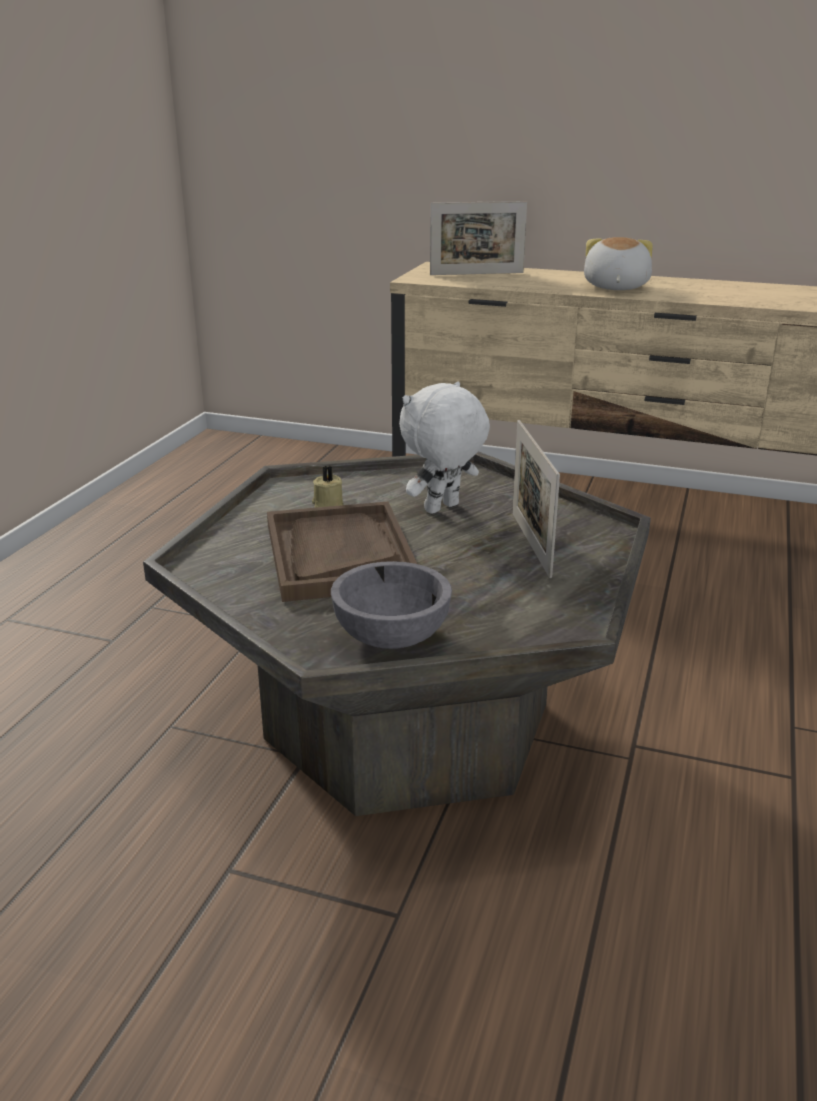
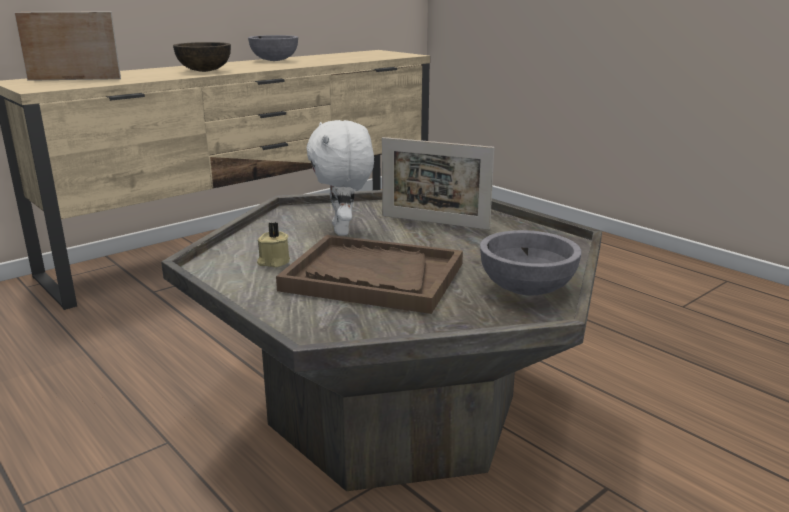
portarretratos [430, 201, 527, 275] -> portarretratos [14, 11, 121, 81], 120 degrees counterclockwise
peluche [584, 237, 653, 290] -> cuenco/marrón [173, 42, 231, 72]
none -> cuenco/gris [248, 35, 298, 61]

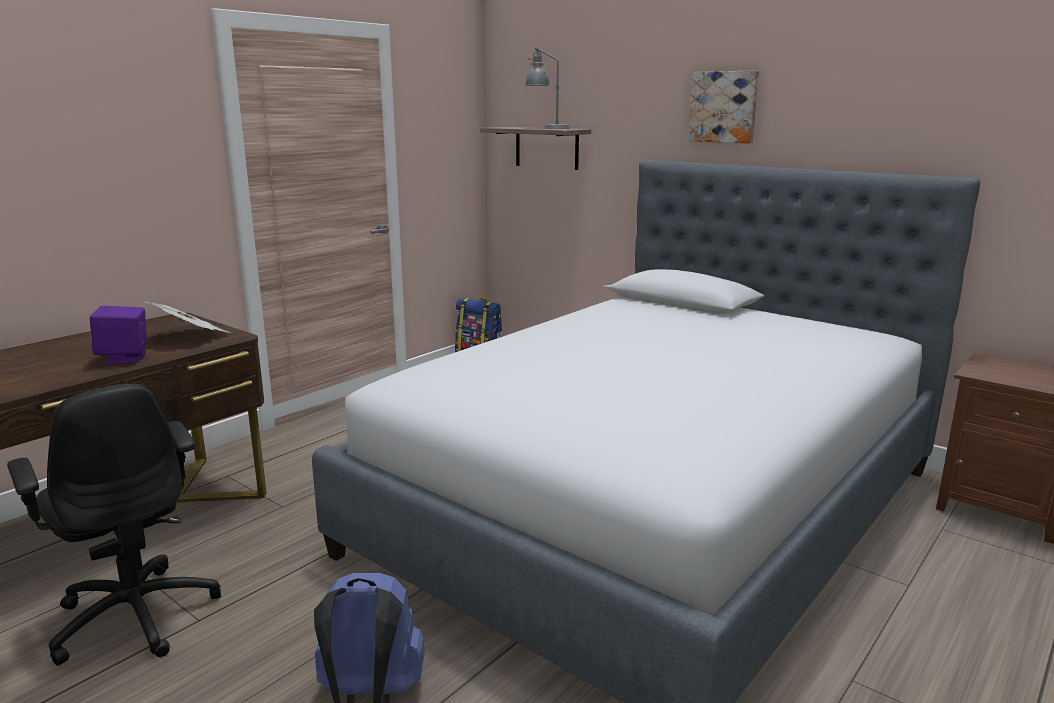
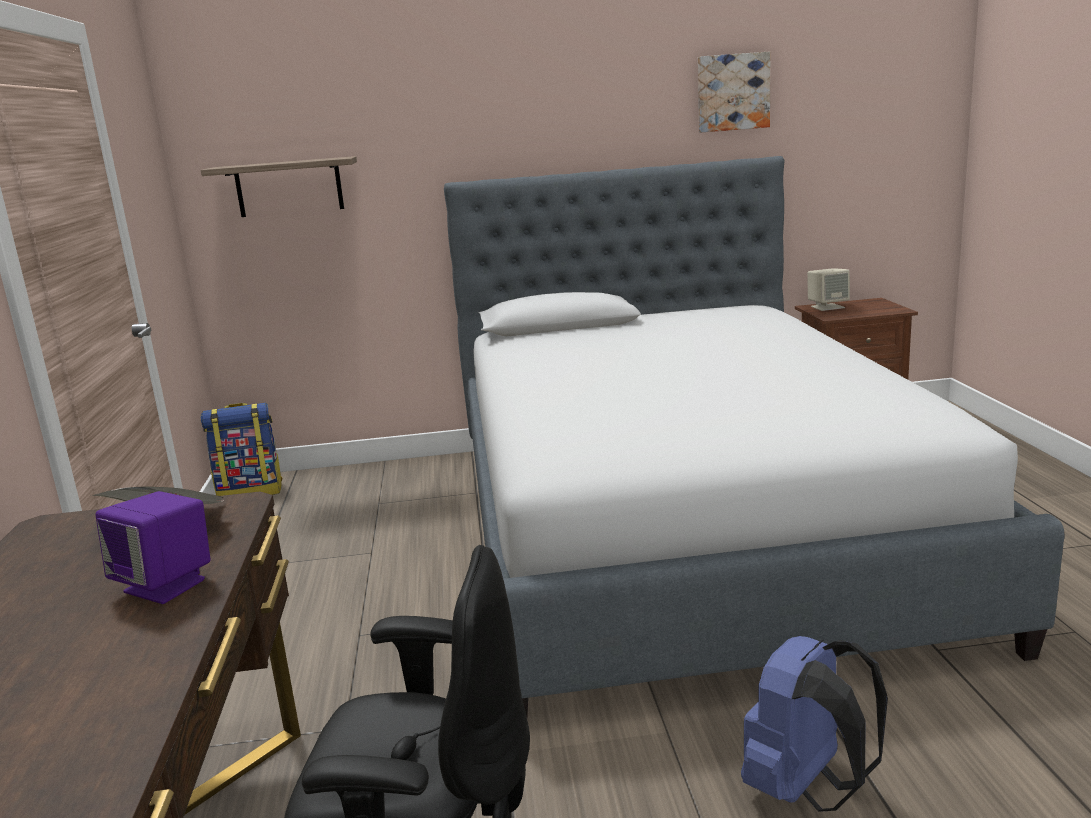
lámpara de mesa/gris [525, 47, 570, 129] -> none
cuadro [688, 70, 759, 143] -> cuadro [698, 52, 770, 132], relocated
none -> altavoz/beis [807, 268, 850, 311]

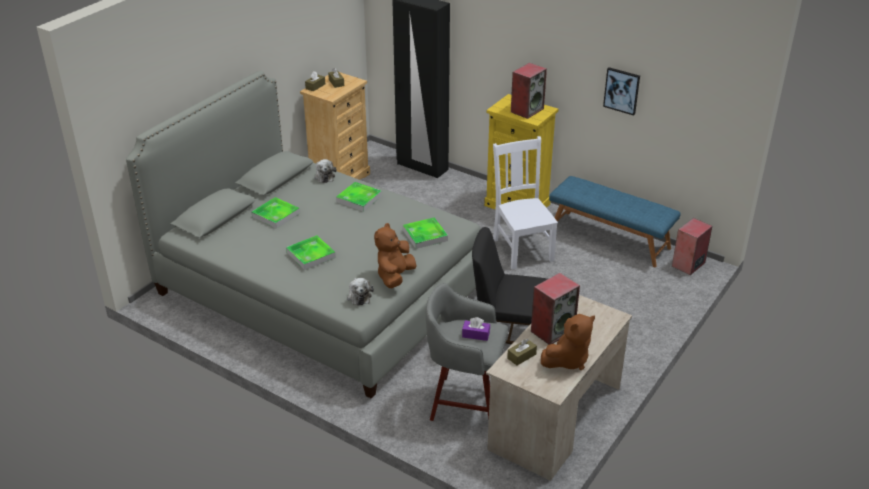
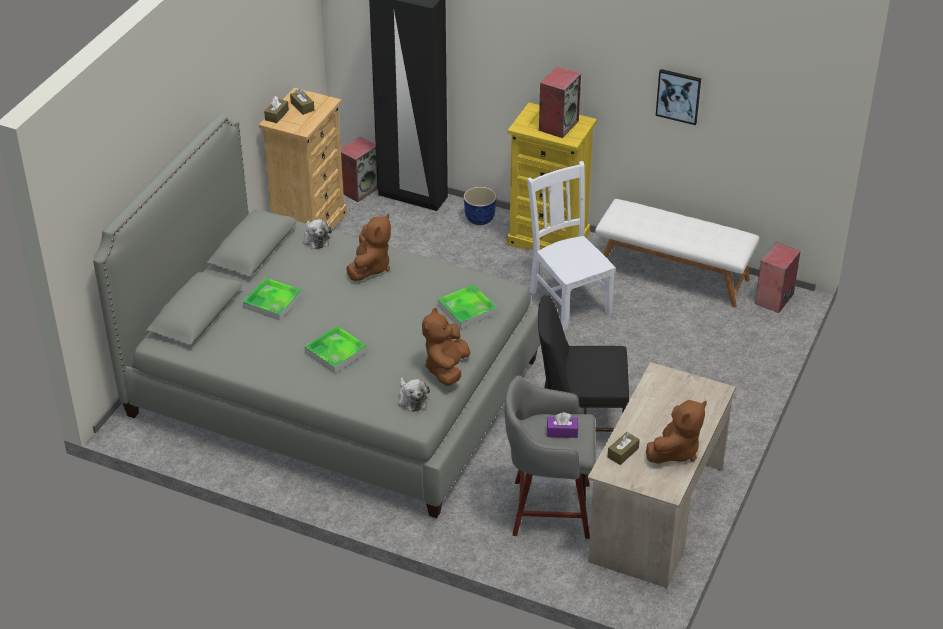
bandeja [336, 182, 382, 212] -> peluche/marrón [346, 213, 391, 281]
altavoz [531, 273, 580, 344] -> altavoz [341, 137, 378, 202], relocated
banco/azul [549, 176, 680, 267] -> banco/blanco [595, 199, 760, 307]
none -> maceta [464, 187, 497, 225]

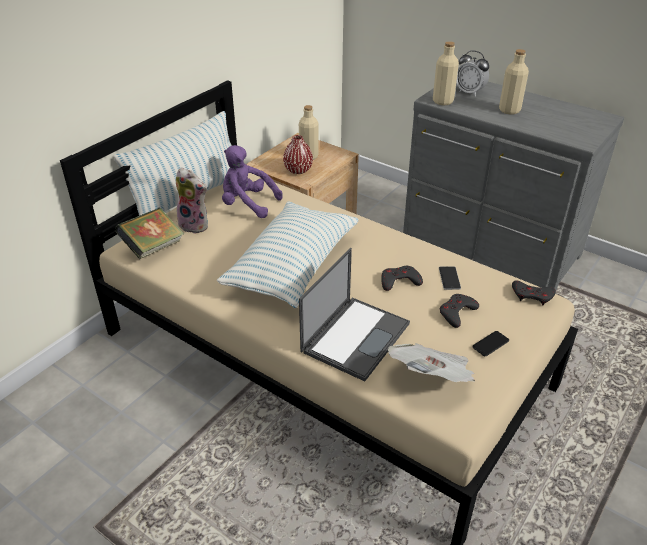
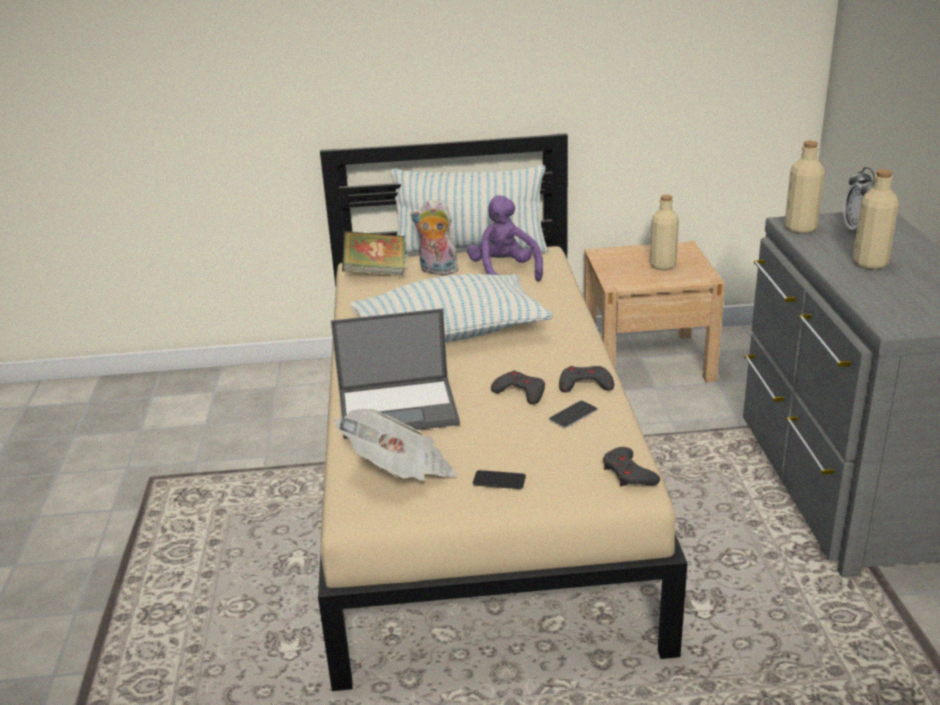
peluche [176, 167, 208, 234] -> peluche [411, 199, 458, 277], 120 degrees clockwise
florero/rojo [283, 135, 313, 174] -> none
mando de consola/gris [440, 294, 479, 328] -> mando de consola/gris [559, 366, 614, 392], relocated

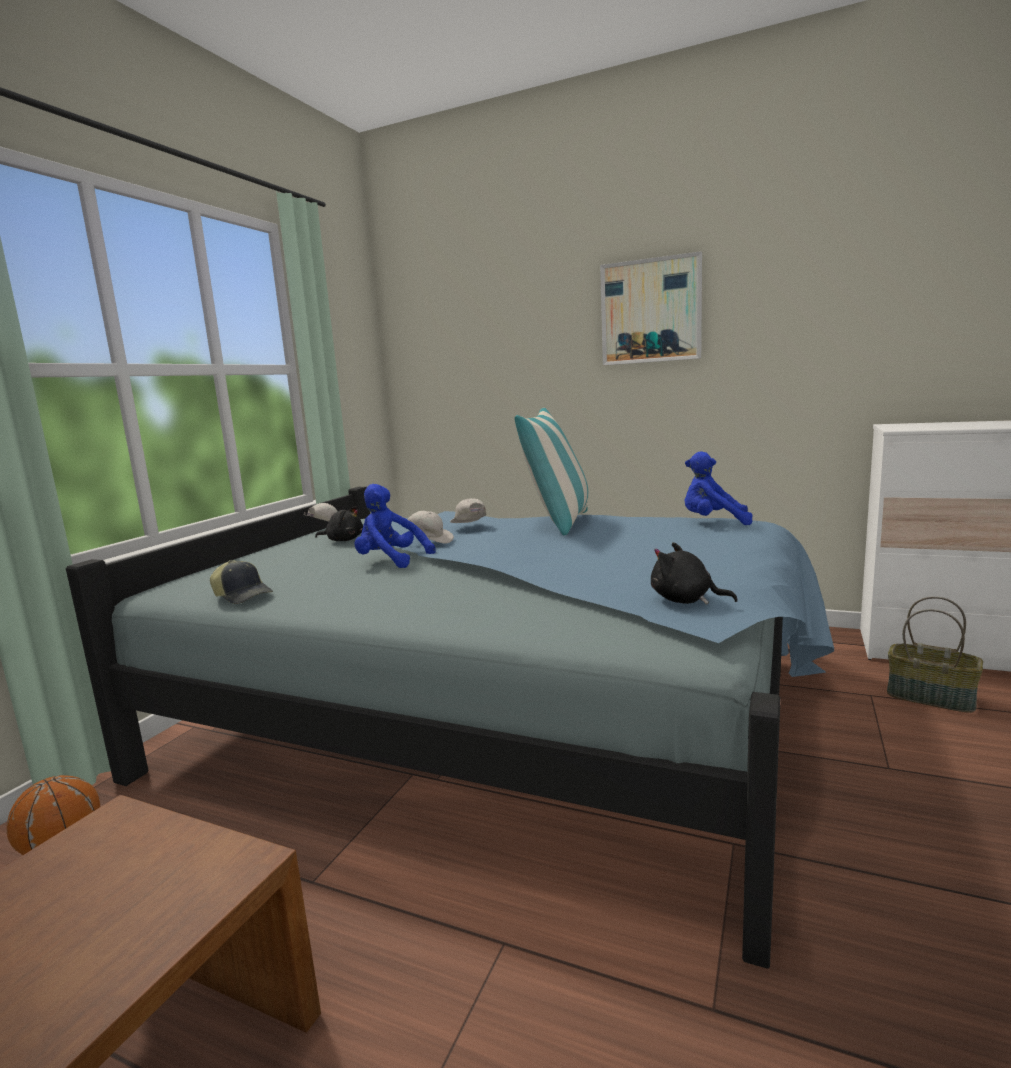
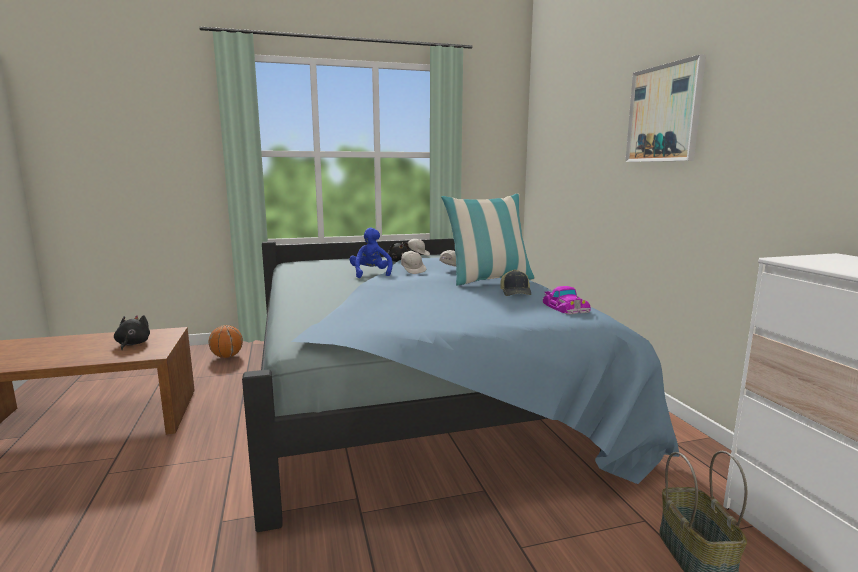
gorra [210, 560, 273, 604] -> gorra [500, 269, 531, 296], relocated
peluche/negro [651, 542, 738, 605] -> peluche/negro [114, 315, 150, 350], relocated
peluche/azul [685, 451, 753, 525] -> coche de juguete [542, 286, 591, 315]

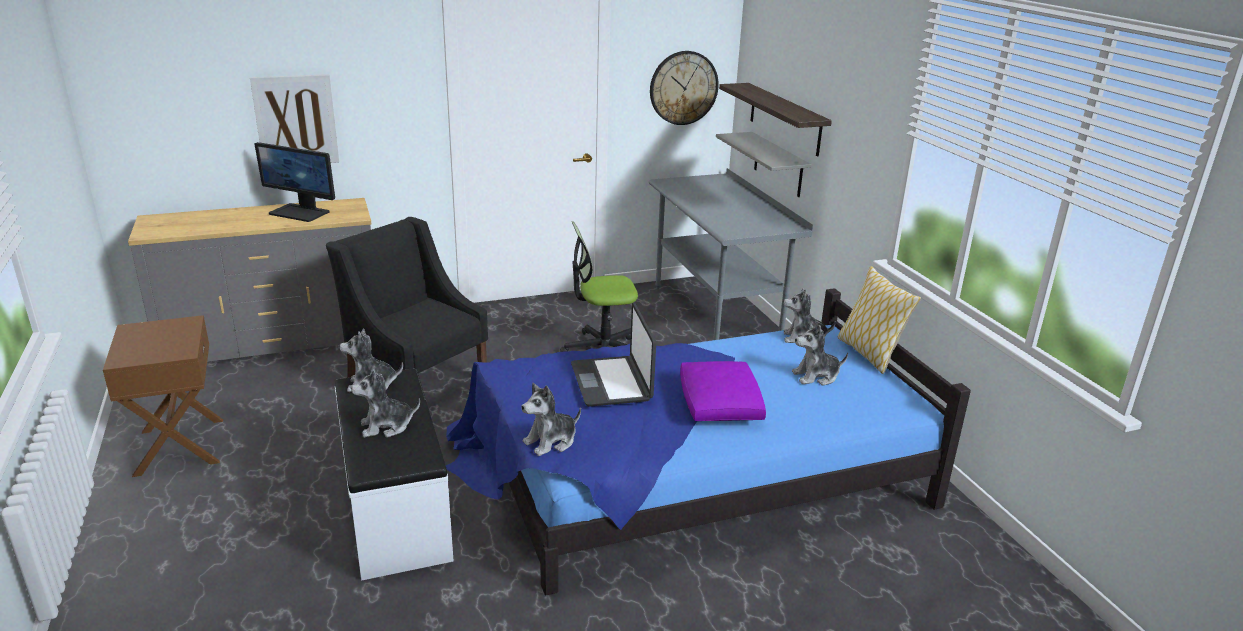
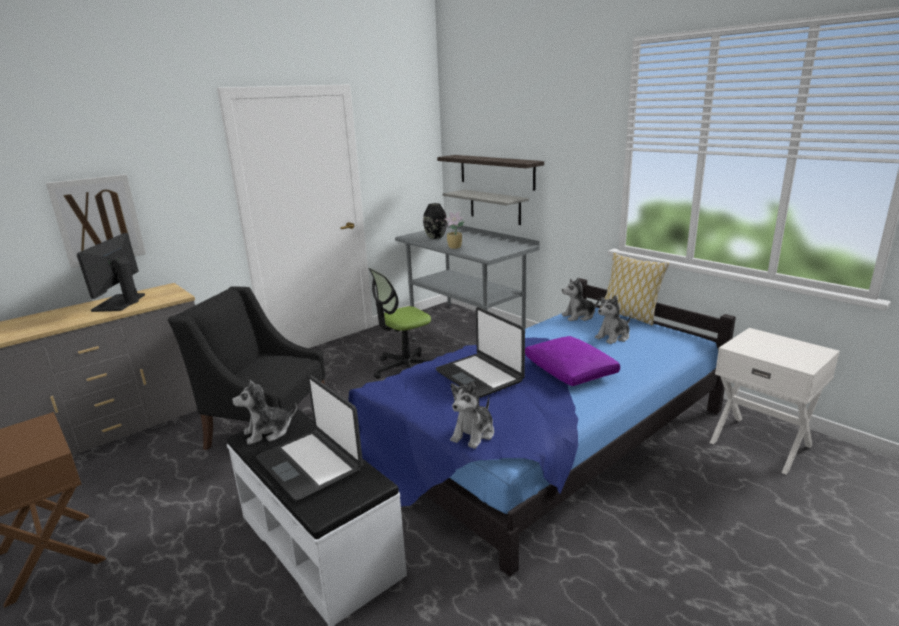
monitor [254, 142, 335, 222] -> monitor [77, 233, 145, 312], 90 degrees clockwise
peluche [351, 367, 420, 438] -> portátil [256, 375, 363, 502]
reloj de pared [650, 51, 719, 125] -> none
none -> florero/negro [423, 203, 447, 239]
none -> planta en maceta [445, 212, 464, 249]
none -> mesita de noche/blanco [710, 328, 840, 475]

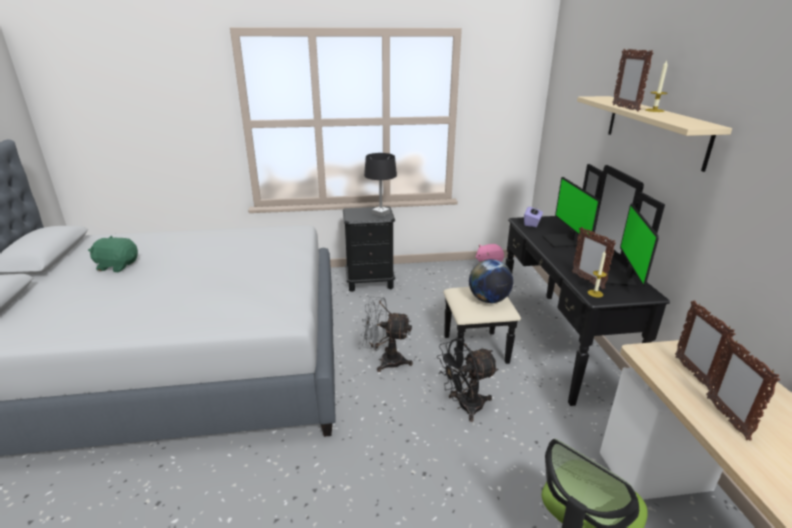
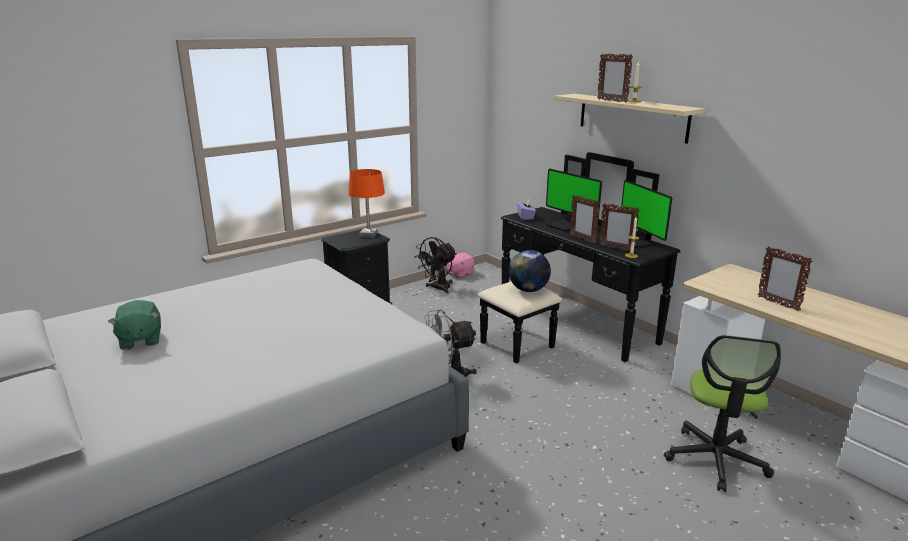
peluche/verde [88, 236, 138, 272] -> peluche/verde [108, 300, 161, 350], 90 degrees counterclockwise
lámpara de mesa/negro [364, 153, 397, 217] -> lámpara de mesa/naranja [349, 169, 385, 238]
ventilador/negro [437, 338, 499, 422] -> ventilador/negro [414, 237, 457, 293], relocated
portarretratos [675, 301, 735, 390] -> portarretratos [570, 195, 600, 244], relocated

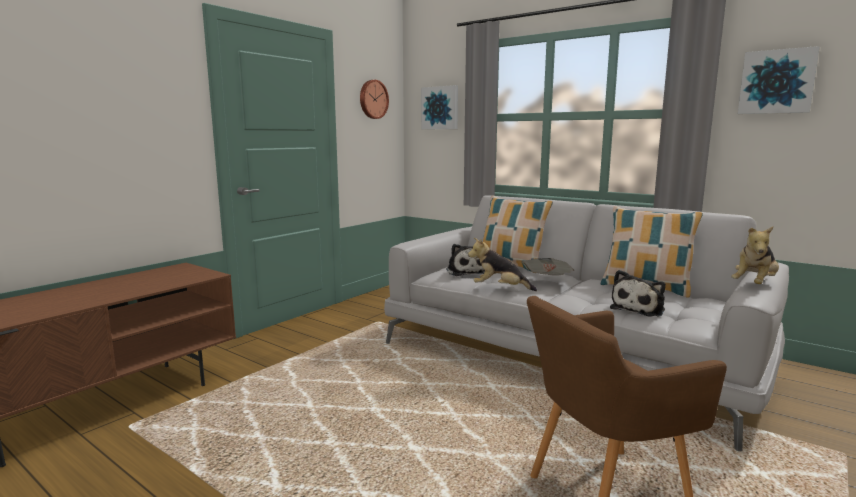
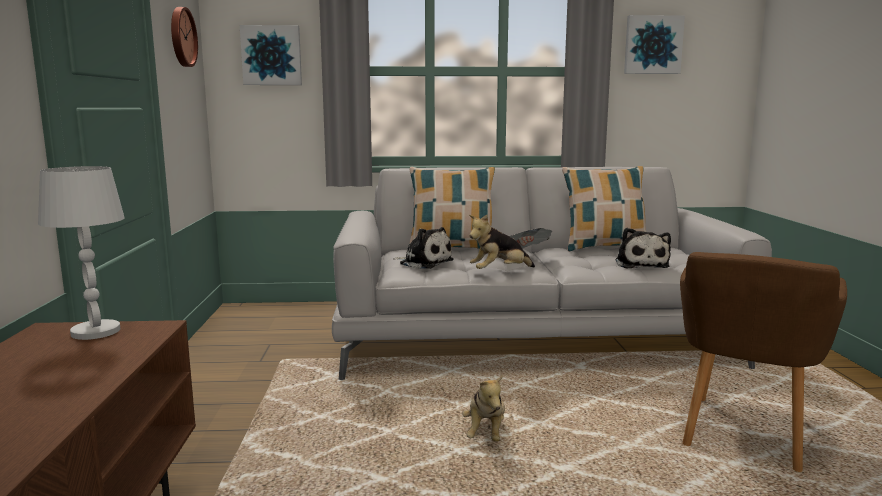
peluche [731, 227, 779, 284] -> peluche [462, 374, 505, 442], relocated
none -> lámpara de mesa/blanco [38, 166, 125, 340]

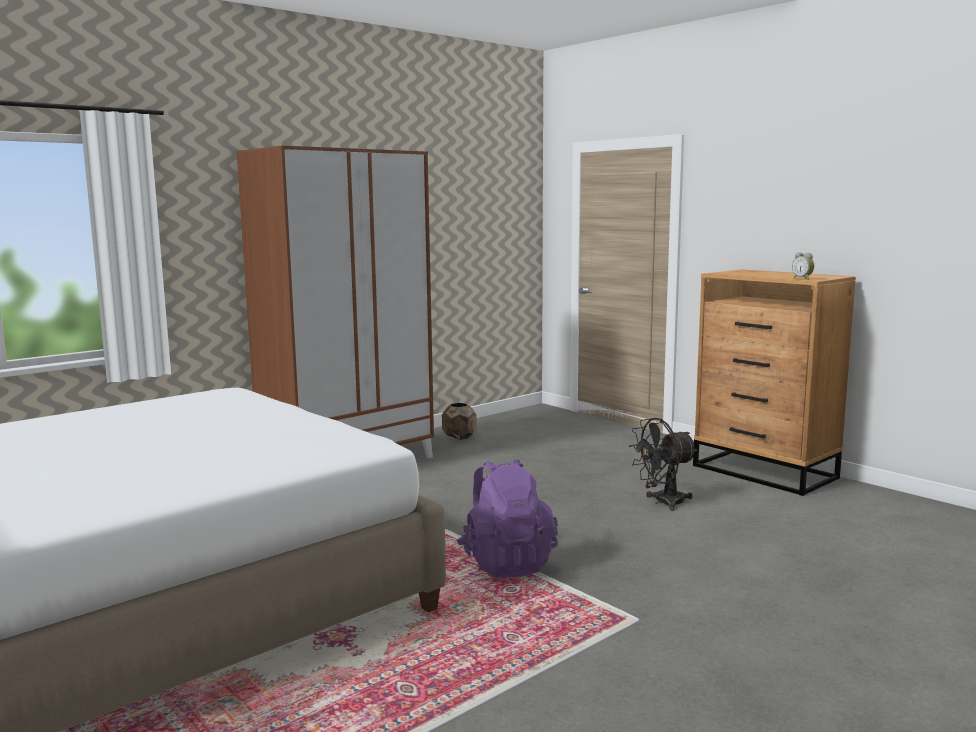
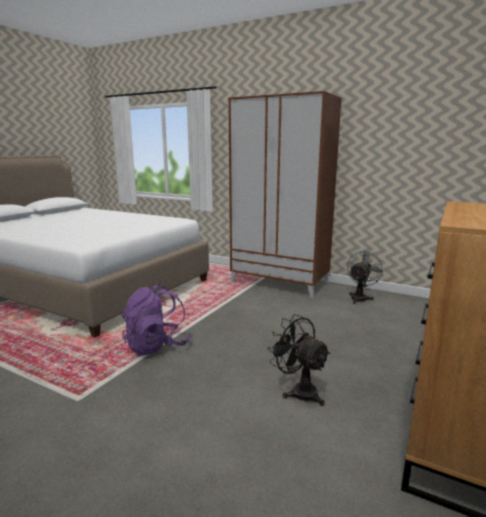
maceta/marrón [442, 403, 476, 440] -> ventilador/gris [347, 250, 384, 304]
despertador [792, 252, 814, 280] -> none

